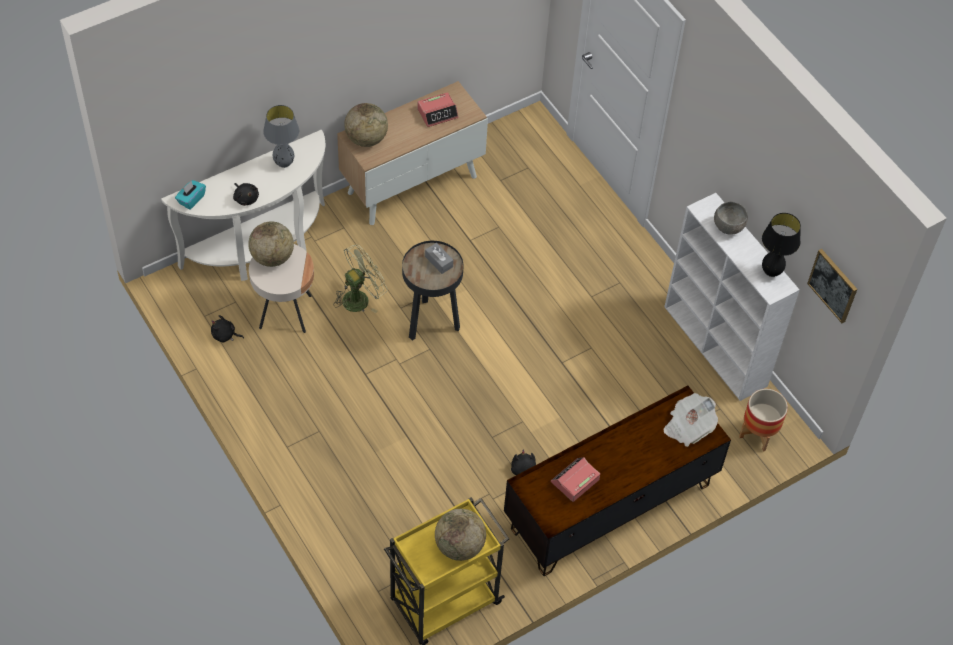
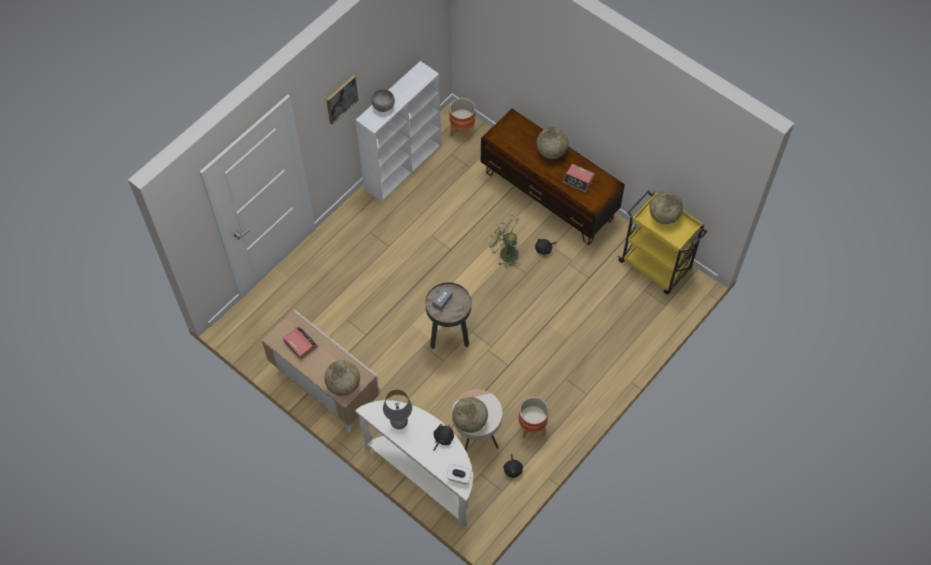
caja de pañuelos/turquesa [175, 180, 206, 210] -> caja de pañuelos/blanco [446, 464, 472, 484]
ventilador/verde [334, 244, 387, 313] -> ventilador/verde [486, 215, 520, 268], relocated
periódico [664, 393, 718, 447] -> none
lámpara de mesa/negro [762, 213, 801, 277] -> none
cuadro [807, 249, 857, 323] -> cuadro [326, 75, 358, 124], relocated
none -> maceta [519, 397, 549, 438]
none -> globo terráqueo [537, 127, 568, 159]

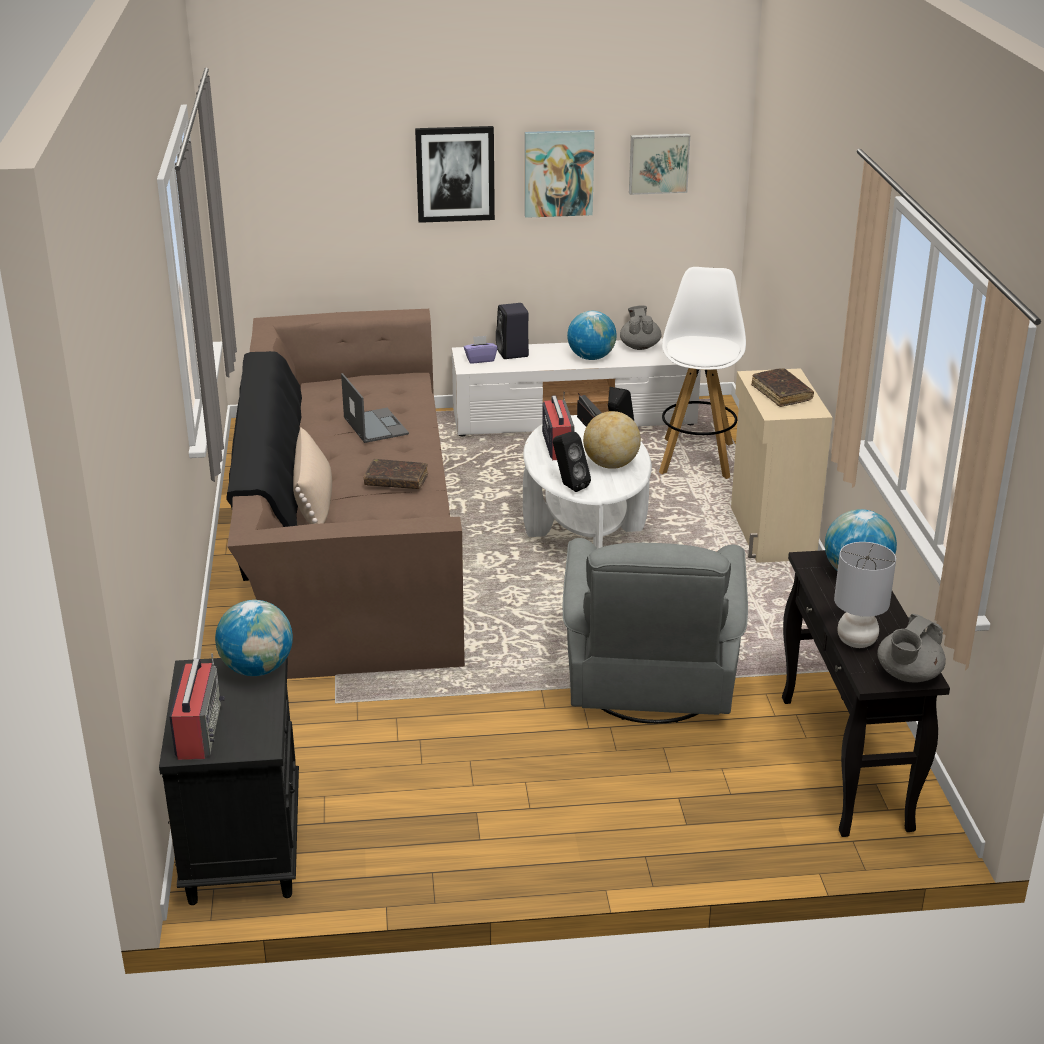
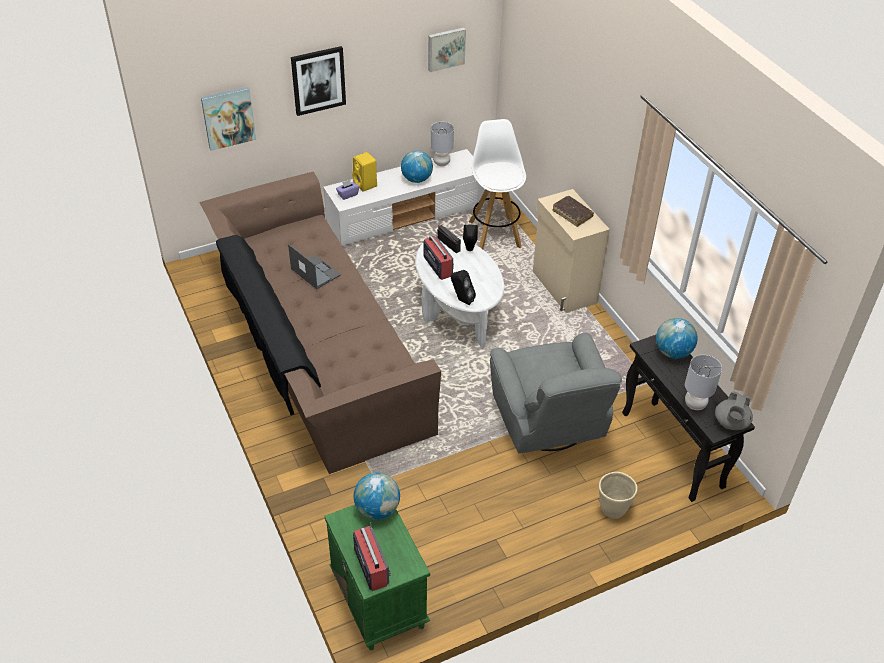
mesita de noche/negro [159, 657, 299, 905] -> mesita de noche/verde [325, 505, 430, 650]
cojín/beis [293, 428, 332, 524] -> none
libro/marrón [364, 459, 428, 489] -> none
altavoz/negro [496, 303, 529, 359] -> altavoz/amarillo [352, 152, 377, 192]
cuadro [525, 130, 595, 218] -> cuadro [201, 87, 256, 151], relocated
globo terráqueo [583, 411, 641, 469] -> none
tetera/gris [620, 305, 661, 350] -> lámpara de mesa/gris [431, 122, 454, 166]
none -> maceta/beis [599, 472, 638, 519]

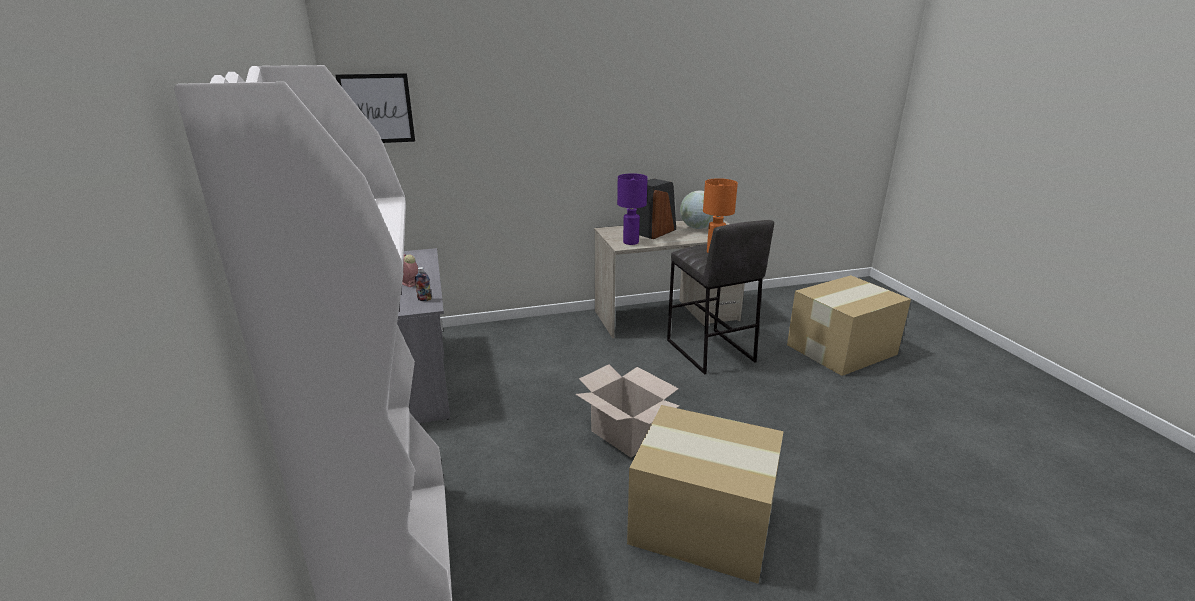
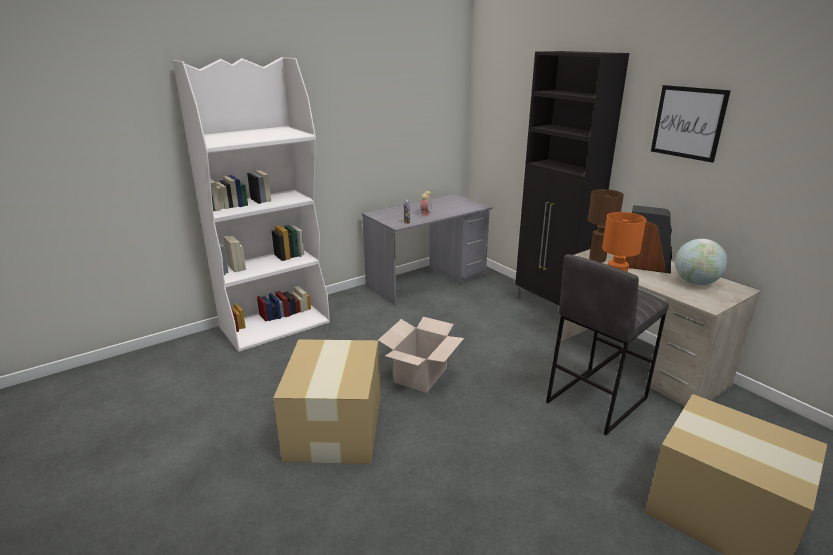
cuadro [336, 73, 415, 143] -> cuadro [651, 85, 731, 163], relocated
lámpara de mesa/morado [617, 173, 648, 245] -> lámpara de mesa/marrón [588, 189, 624, 262]
none -> armario/negro [515, 51, 629, 305]

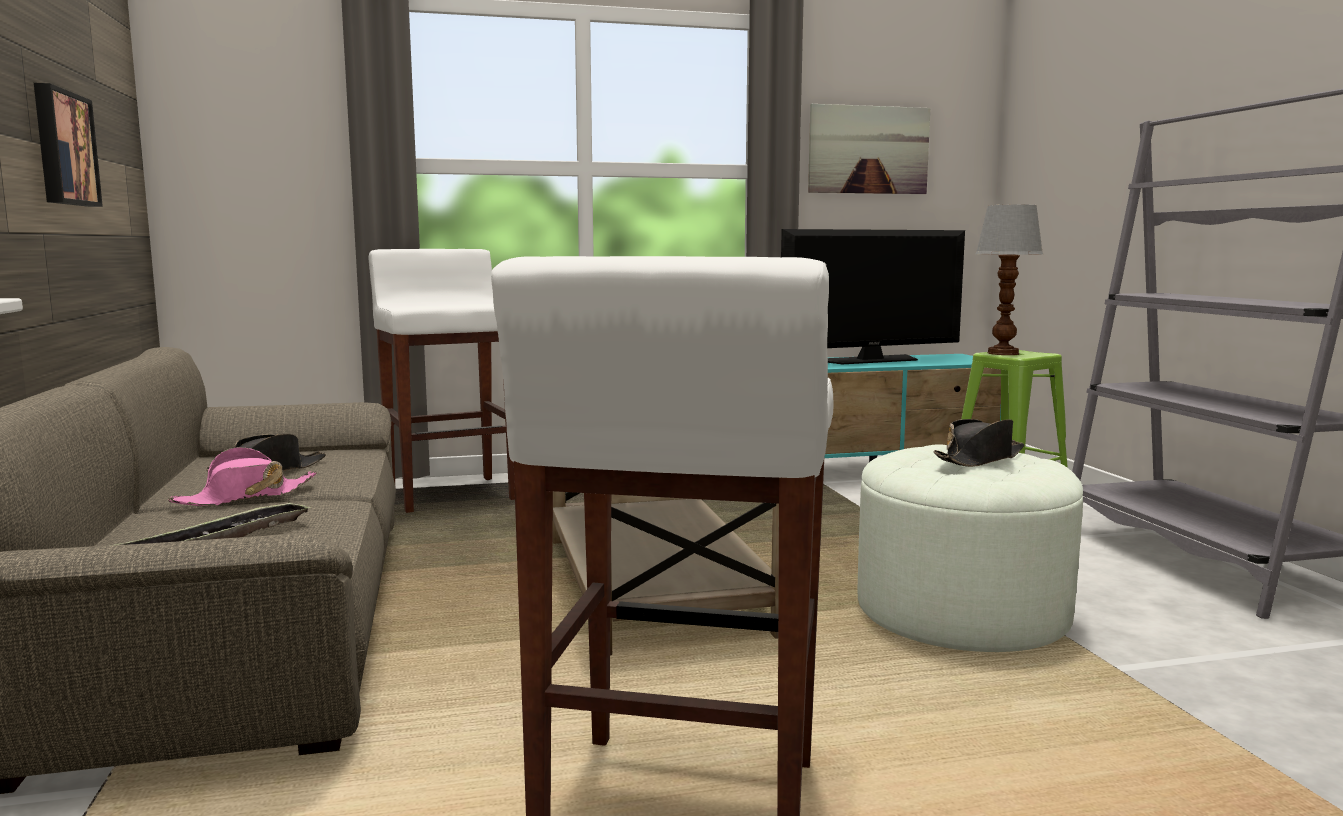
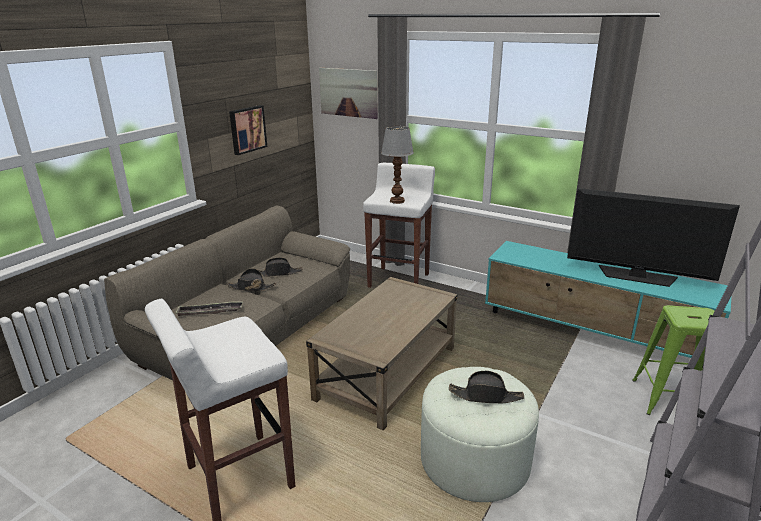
sombrero/rosa [168, 447, 317, 506] -> sombrero/negro [227, 268, 276, 291]
cuadro [808, 104, 930, 194] -> cuadro [319, 68, 378, 119], relocated
lámpara de mesa [976, 204, 1043, 355] -> lámpara de mesa [381, 126, 414, 204], relocated

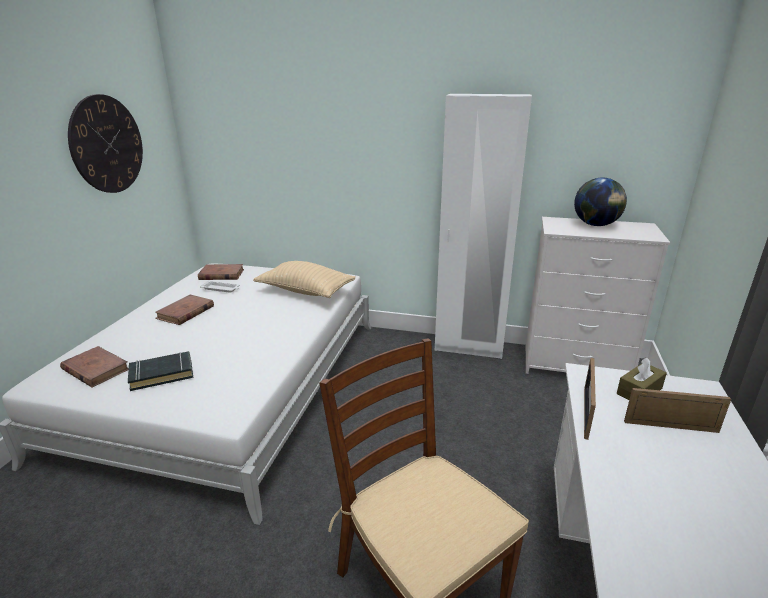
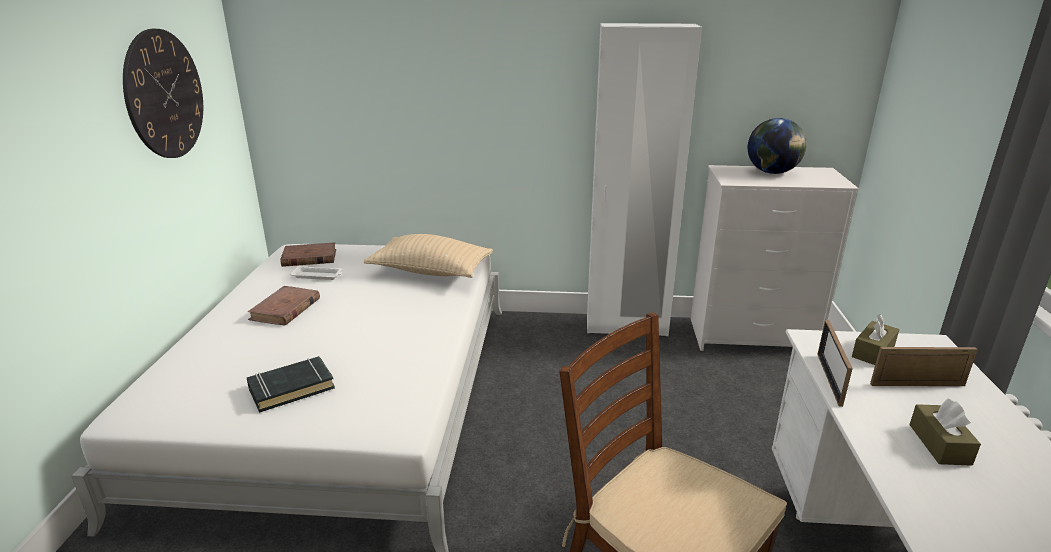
libro/marrón [60, 346, 129, 387] -> none
none -> caja de pañuelos/marrón [910, 398, 981, 466]

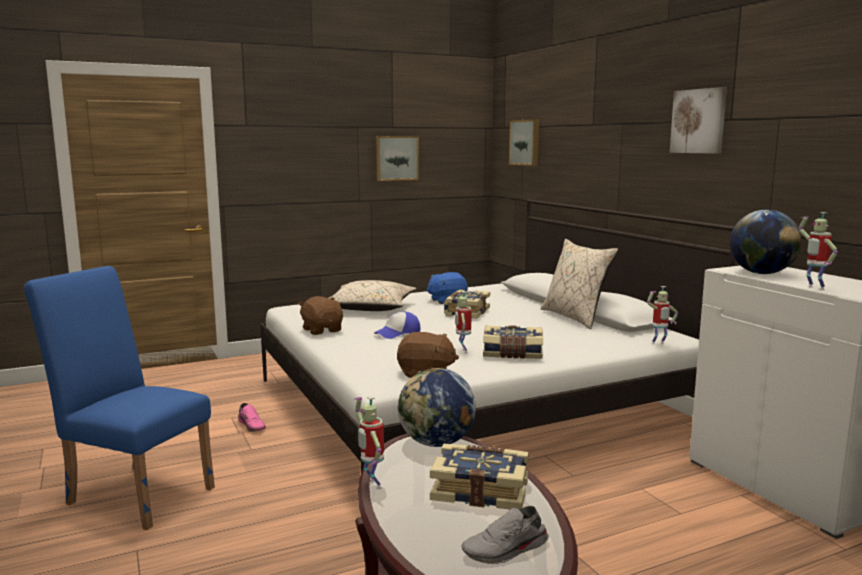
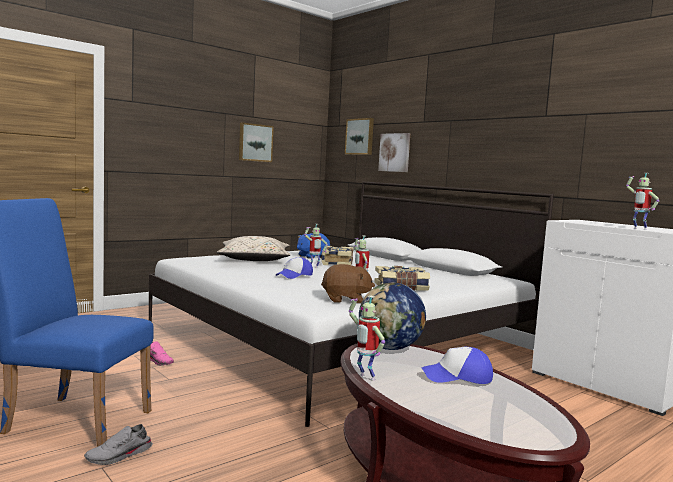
peluche/marrón [298, 296, 343, 335] -> none
libro [430, 444, 529, 510] -> gorra [421, 347, 493, 384]
zapato/gris [461, 506, 549, 564] -> zapato/gris [84, 424, 153, 465], relocated
cojín/beis [540, 239, 618, 329] -> none
robot de juguete [647, 286, 678, 344] -> robot de juguete [304, 224, 328, 268], relocated
cuadro [670, 87, 727, 154] -> cuadro [378, 133, 410, 172], relocated
globo terráqueo [730, 209, 801, 274] -> none

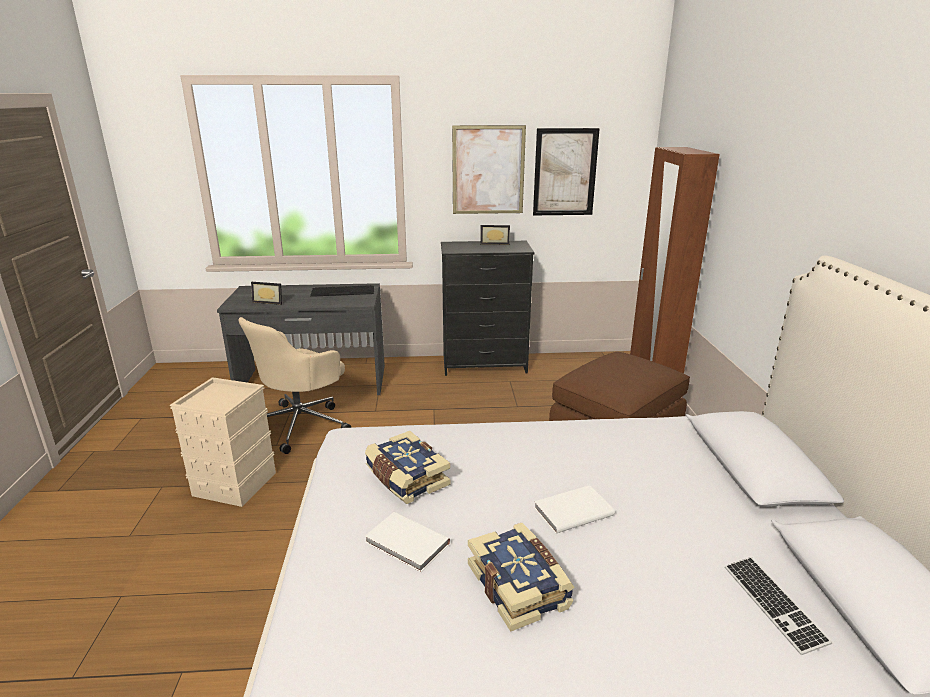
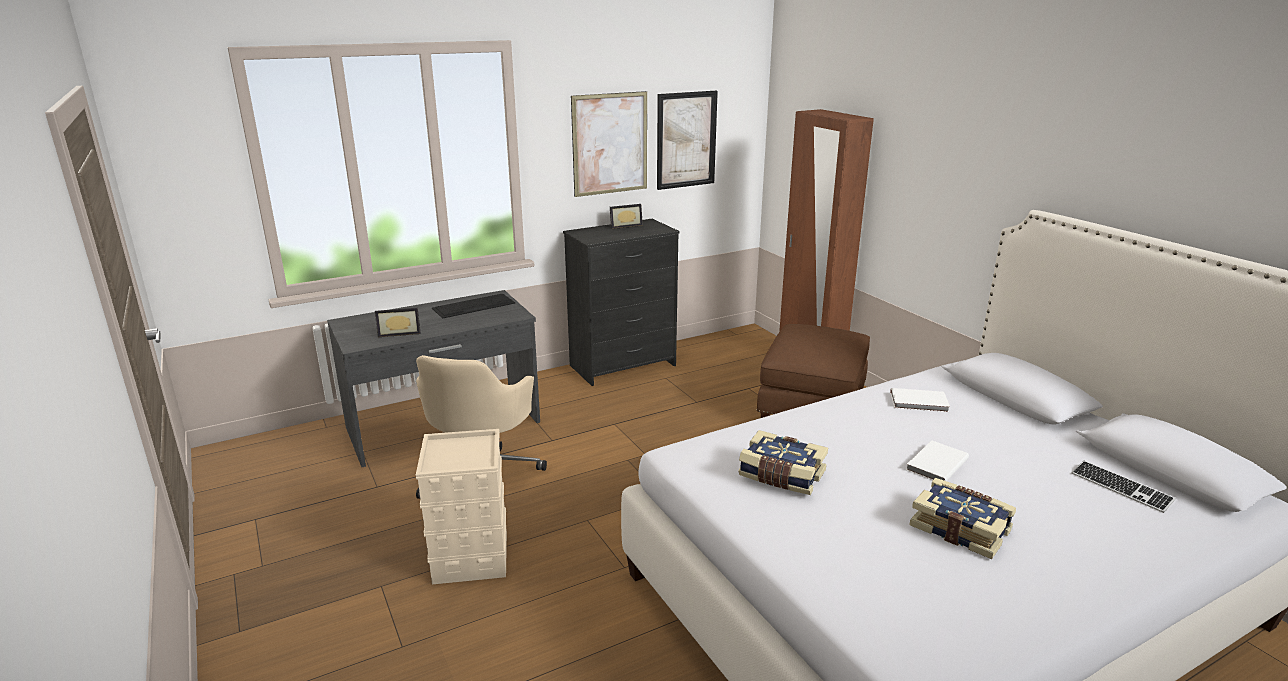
libro/blanco [365, 512, 450, 572] -> libro/blanco [890, 388, 950, 412], relocated

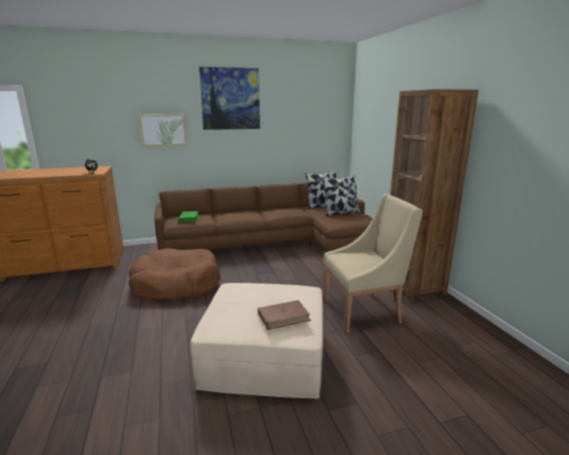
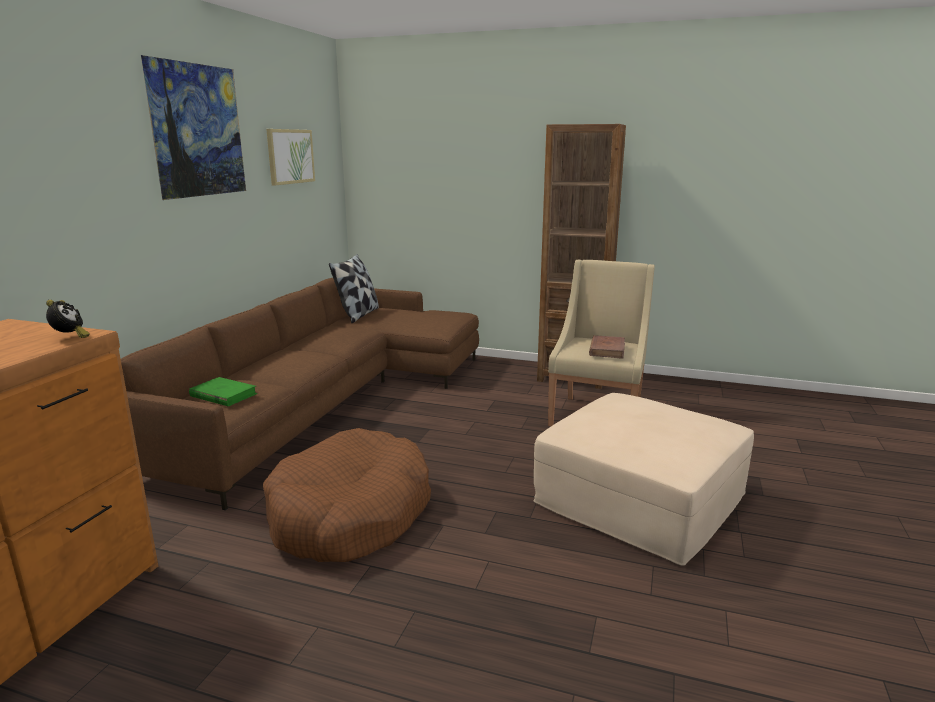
cuadro [139, 114, 187, 147] -> cuadro [266, 129, 315, 186], relocated
libro/marrón [258, 300, 311, 330] -> libro/marrón [589, 335, 625, 359], relocated
cojín [322, 175, 360, 216] -> none

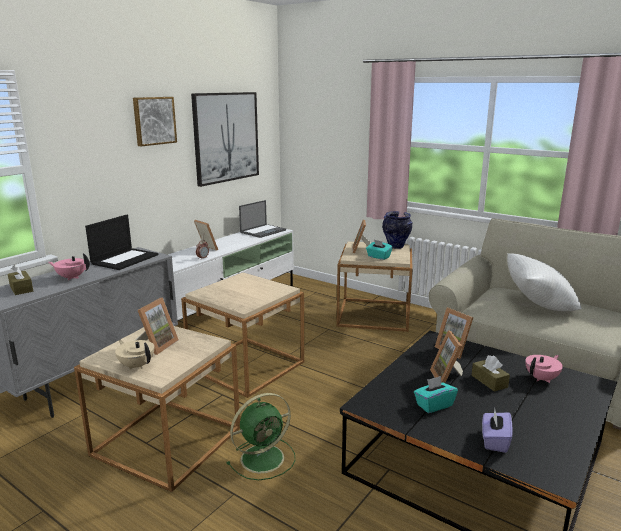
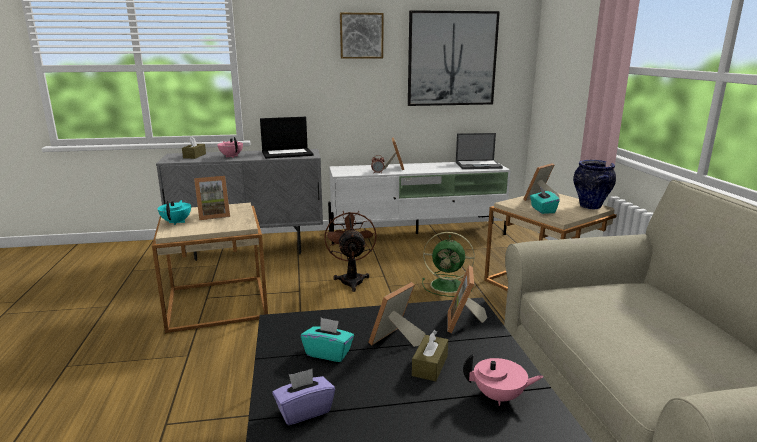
tetera/beis [115, 340, 154, 370] -> tetera/turquesa [158, 200, 191, 225]
mesa auxiliar/beis [181, 273, 304, 398] -> ventilador/marrón [324, 211, 377, 292]
ventilador/verde [227, 393, 295, 480] -> ventilador/verde [423, 232, 475, 297], relocated
cojín/blanco [507, 253, 581, 311] -> none

